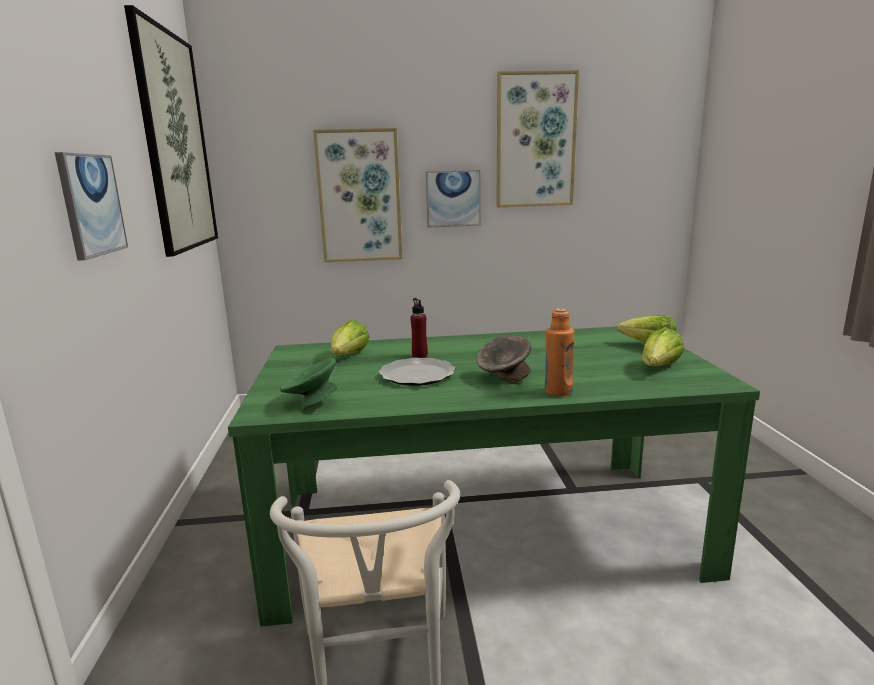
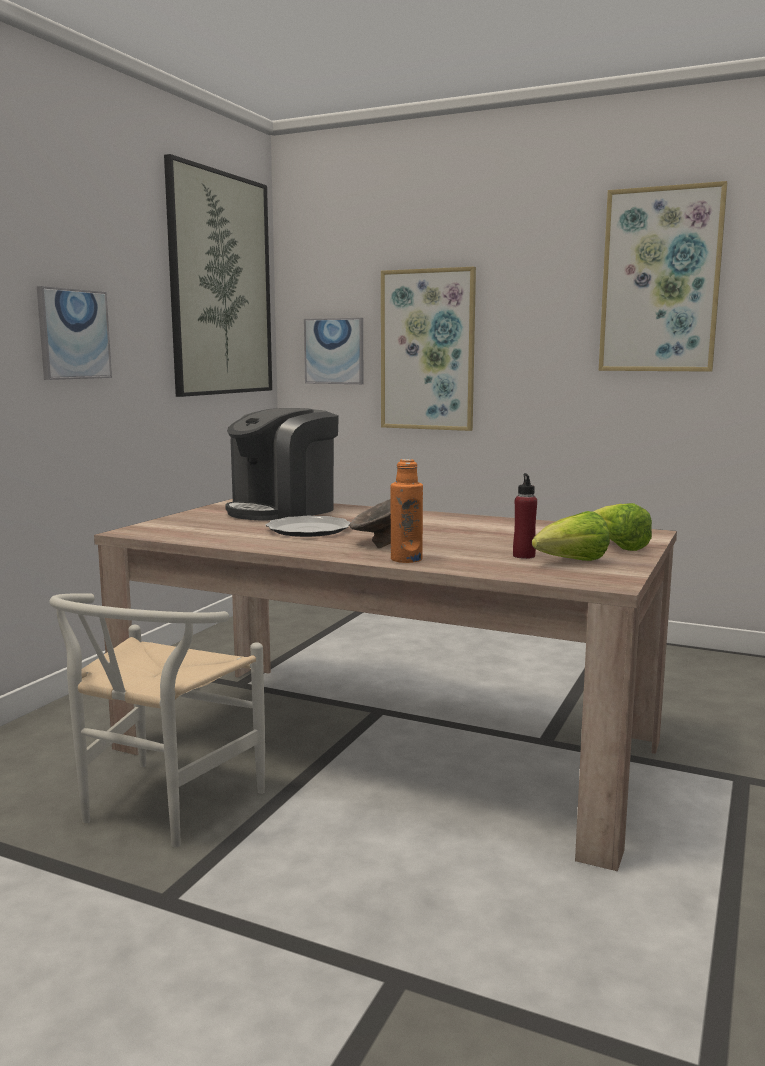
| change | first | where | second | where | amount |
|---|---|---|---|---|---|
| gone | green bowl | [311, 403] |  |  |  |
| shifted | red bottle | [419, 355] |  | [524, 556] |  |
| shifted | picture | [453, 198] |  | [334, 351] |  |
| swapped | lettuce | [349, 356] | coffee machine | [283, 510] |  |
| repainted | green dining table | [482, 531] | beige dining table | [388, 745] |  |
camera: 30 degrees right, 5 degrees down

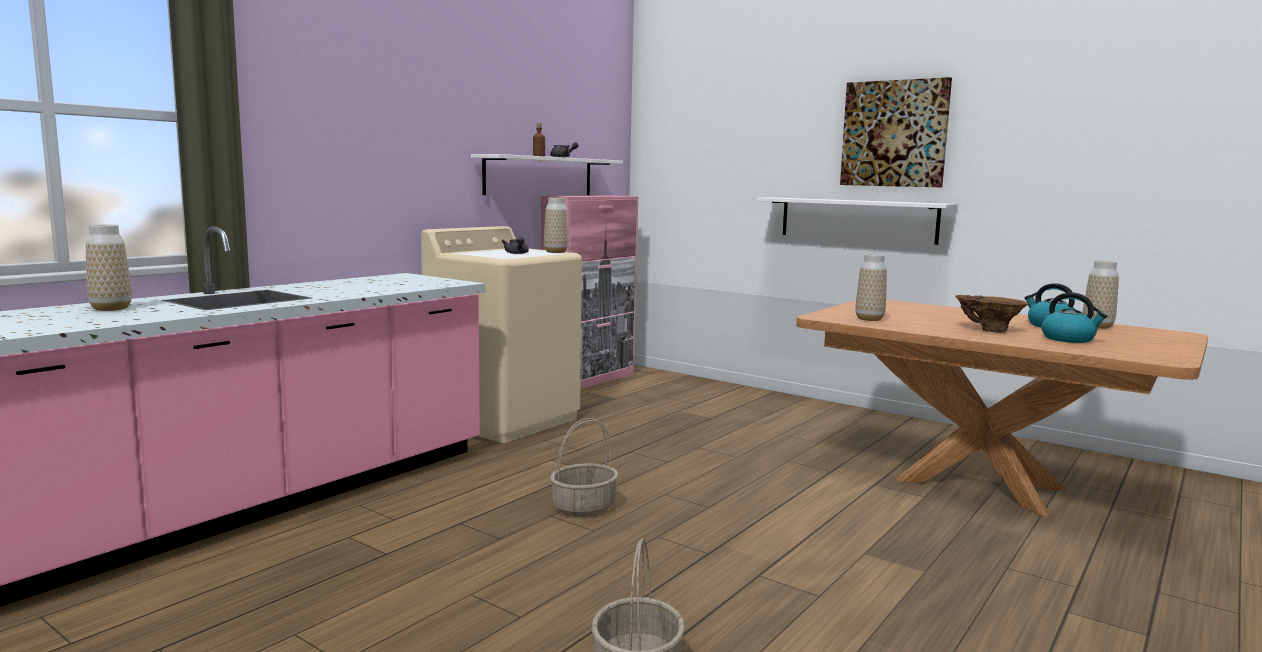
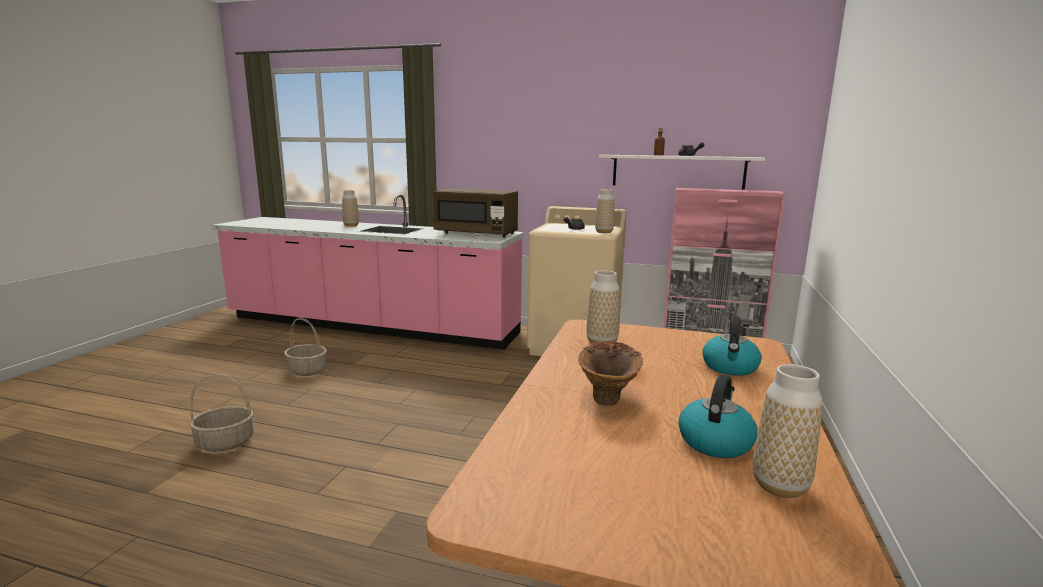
| change | first | where | second | where | amount |
|---|---|---|---|---|---|
| gone | white shelf | [857, 220] |  |  |  |
| gone | picture | [894, 134] |  |  |  |
| new |  |  | brown microwave | [476, 234] |  |
| shifted | basket | [584, 507] |  | [308, 370] |  |
| shifted | kettle | [1069, 339] |  | [730, 367] |  |
camera: 70 degrees right, 5 degrees up

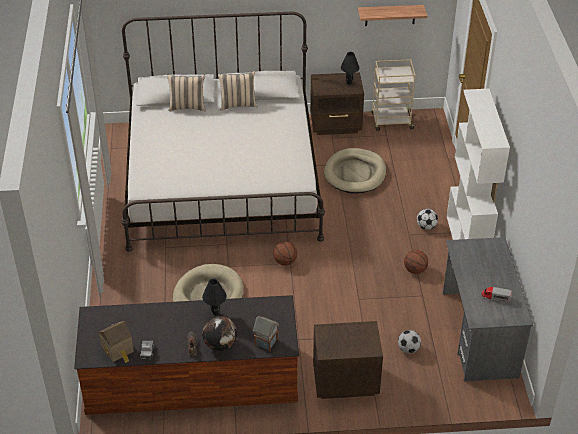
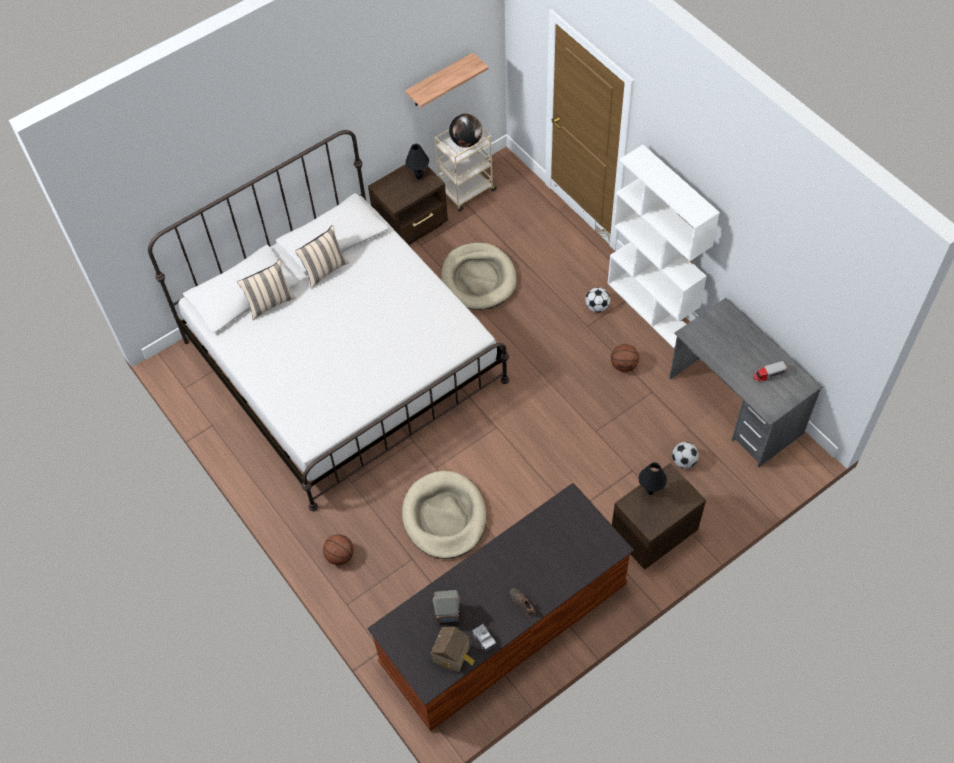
| change | first | where | second | where | amount |
|---|---|---|---|---|---|
| shifted | black table lamp | [215, 313] |  | [650, 491] |  |
| shifted | globe | [220, 344] |  | [466, 142] |  |
| shifted | toy house | [266, 342] |  | [447, 613] |  |
| shifted | basketball | [285, 261] |  | [339, 556] |  |
camera: 30 degrees left, 15 degrees up

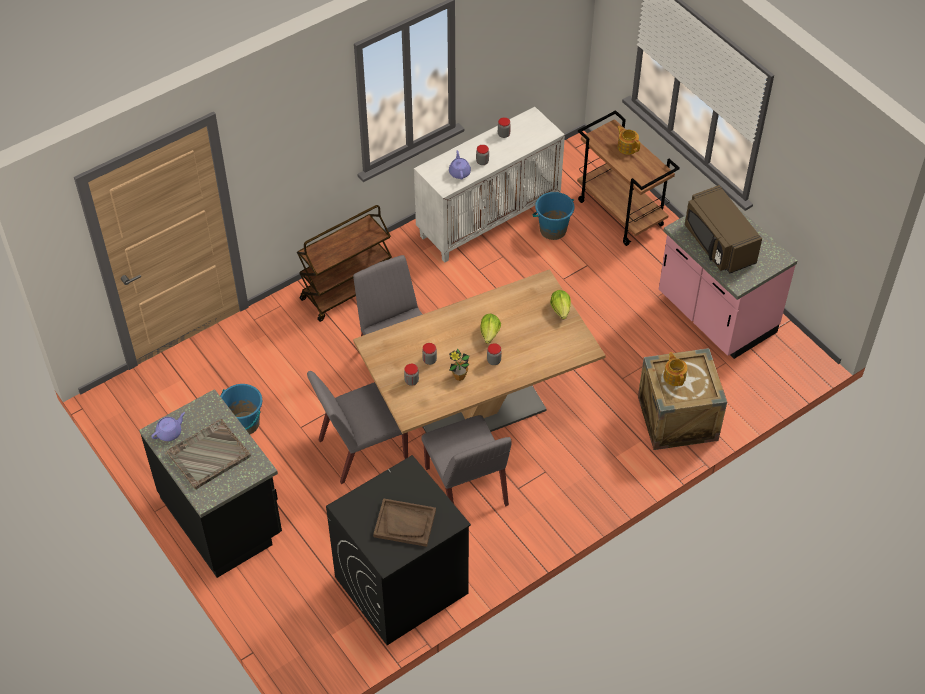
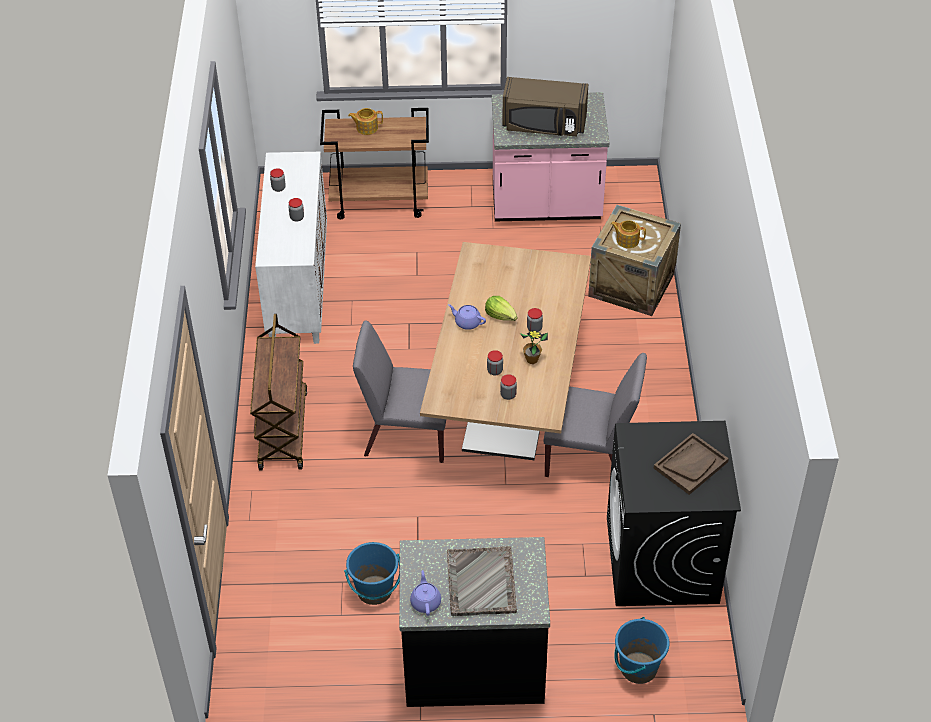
| change | first | where | second | where | amount |
|---|---|---|---|---|---|
| gone | grey chair | [361, 449] |  |  |  |
| gone | lettuce | [561, 309] |  |  |  |
| shifted | purple teapot | [459, 172] |  | [467, 322] |  |
| shifted | blue bucket | [553, 230] |  | [638, 668] |  |
camera: 55 degrees left, 5 degrees down

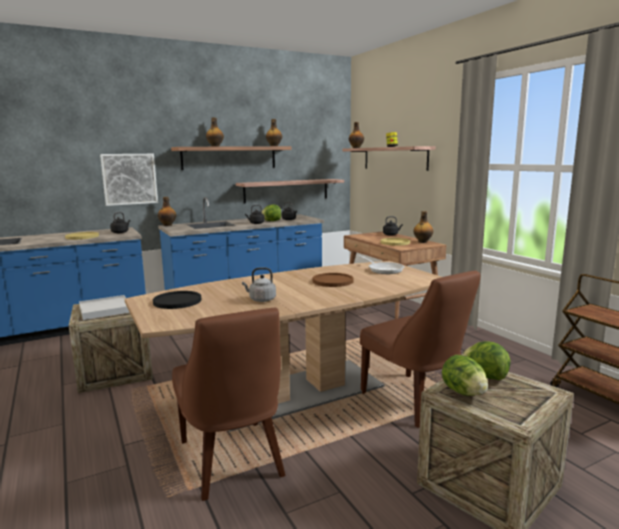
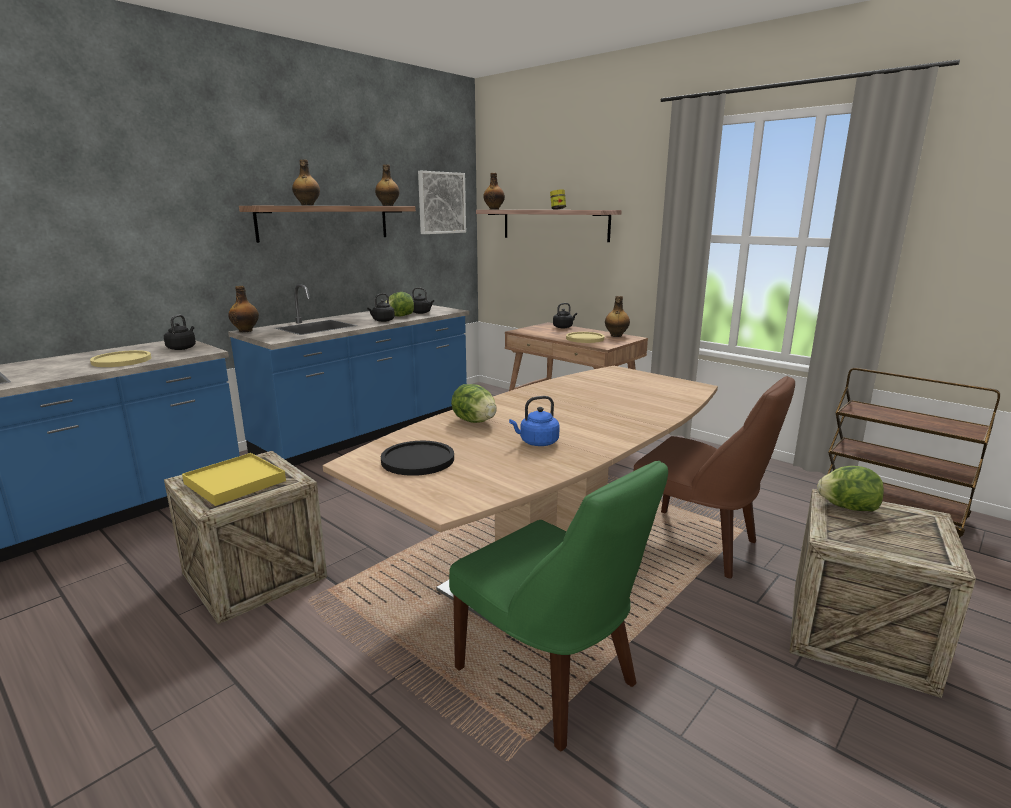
| change | first | where | second | where | amount |
|---|---|---|---|---|---|
| gone | shelf | [286, 190] |  |  |  |
| gone | brown plate | [333, 281] |  |  |  |
| gone | frying pan | [383, 269] |  |  |  |
| shifted | picture | [129, 179] |  | [441, 203] |  |
| shifted | lettuce | [463, 392] |  | [474, 421] |  |
| repainted | white tray | [105, 310] | yellow tray | [235, 482] |  |
| repainted | brown chair | [232, 461] | green chair | [551, 680] |  |
| repainted | grey kettle | [261, 300] | blue kettle | [537, 442] |  |
camera: 20 degrees left, 5 degrees up

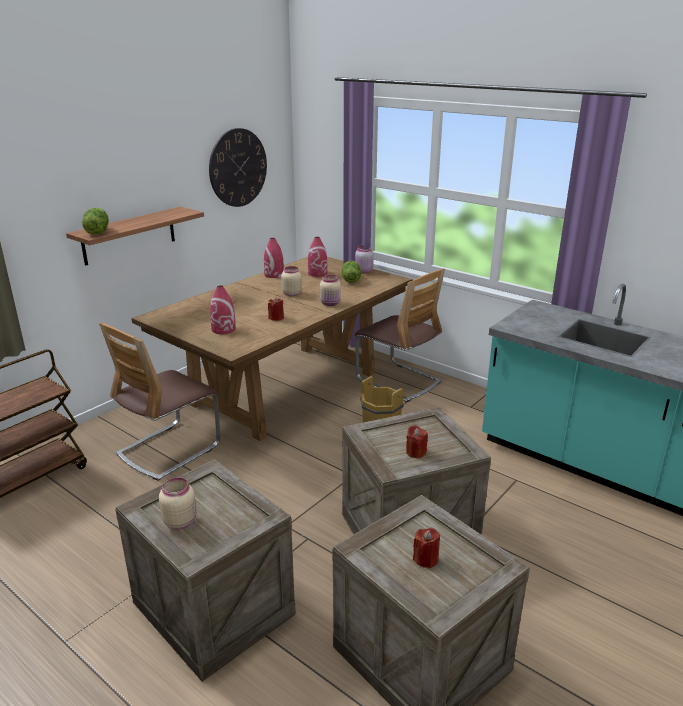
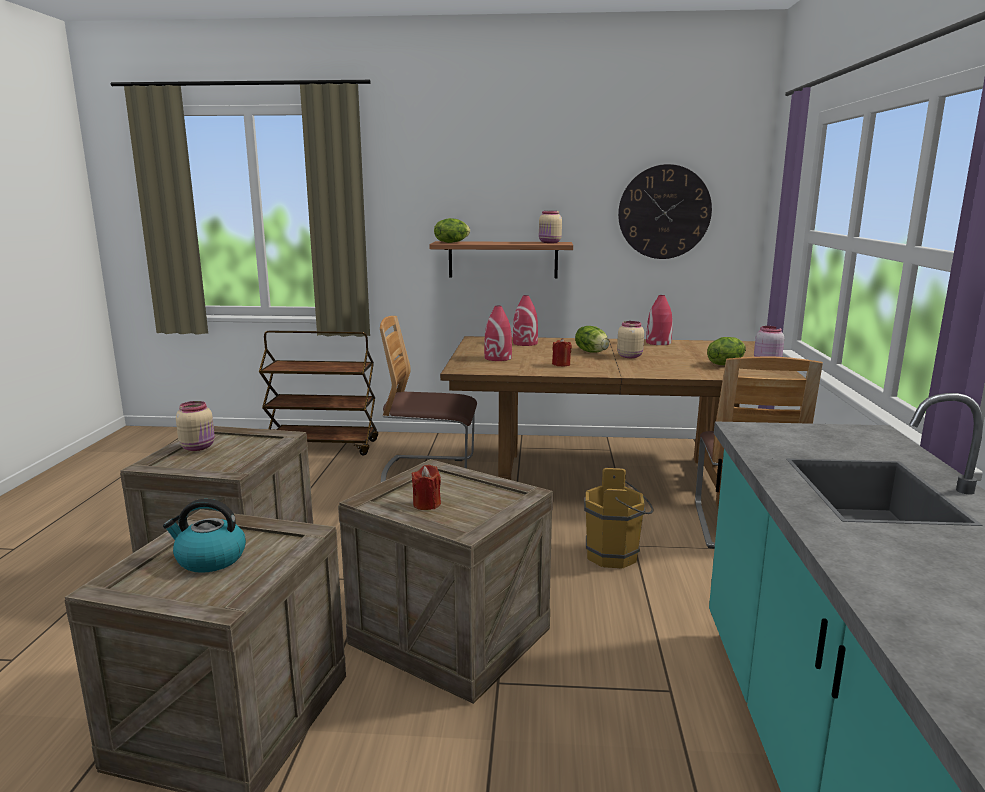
| change | first | where | second | where | amount |
|---|---|---|---|---|---|
| new |  |  | lettuce | [592, 352] |  |
| shifted | red vase | [317, 273] |  | [525, 343] |  |
| shifted | beige jar | [330, 303] |  | [550, 242] |  |
| swapped | red candle | [426, 559] | kettle | [209, 559] |  |
camera: 55 degrees right, 10 degrees down

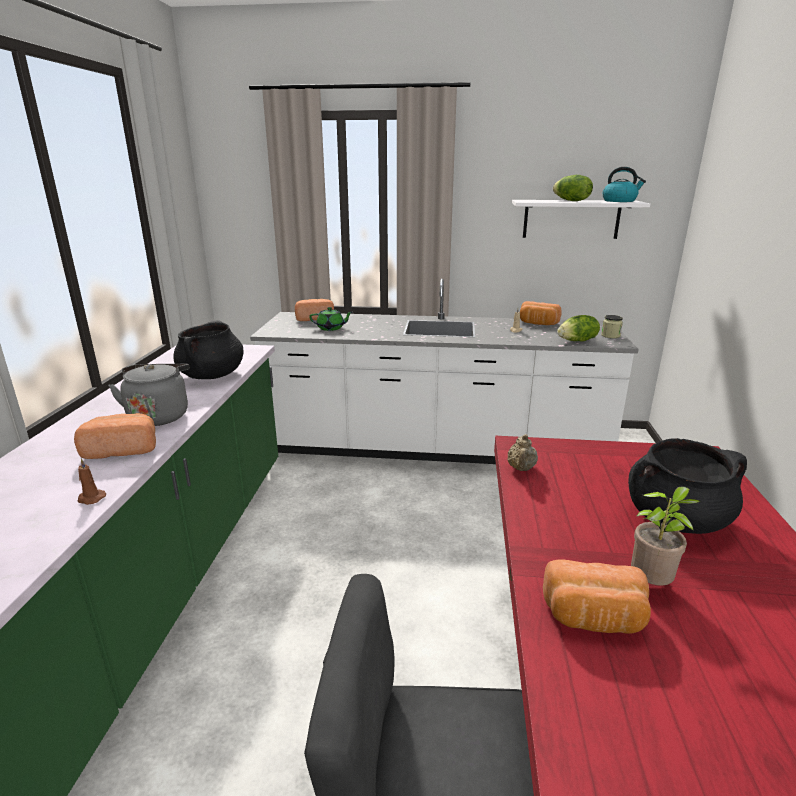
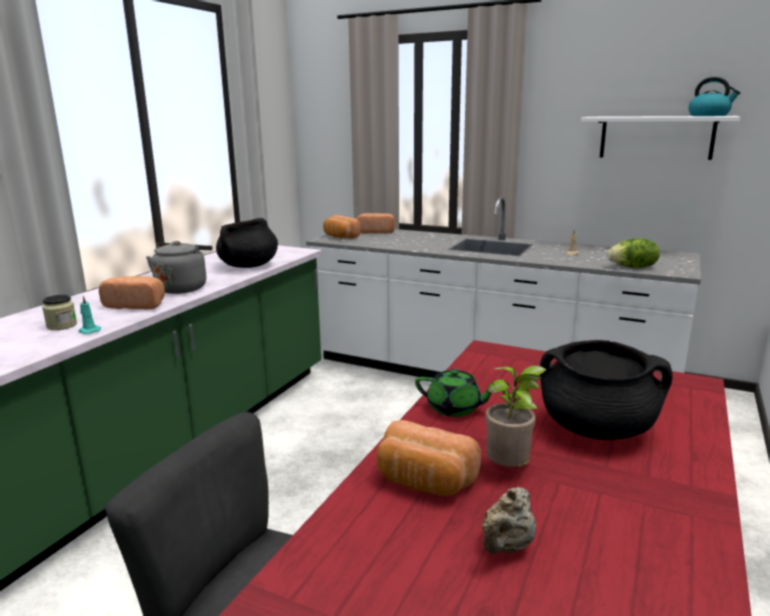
| change | first | where | second | where | amount |
|---|---|---|---|---|---|
| gone | lettuce | [571, 201] |  |  |  |
| shifted | green teapot | [331, 328] |  | [455, 408] |  |
| shifted | beige teapot | [521, 469] |  | [506, 546] |  |
| shifted | bread | [537, 324] |  | [340, 237] |  |
| shifted | jar | [610, 335] |  | [62, 326] |  |
| repainted | brown candle | [90, 498] | turquoise candle | [89, 331] |  |
camera: 20 degrees right, 5 degrees down

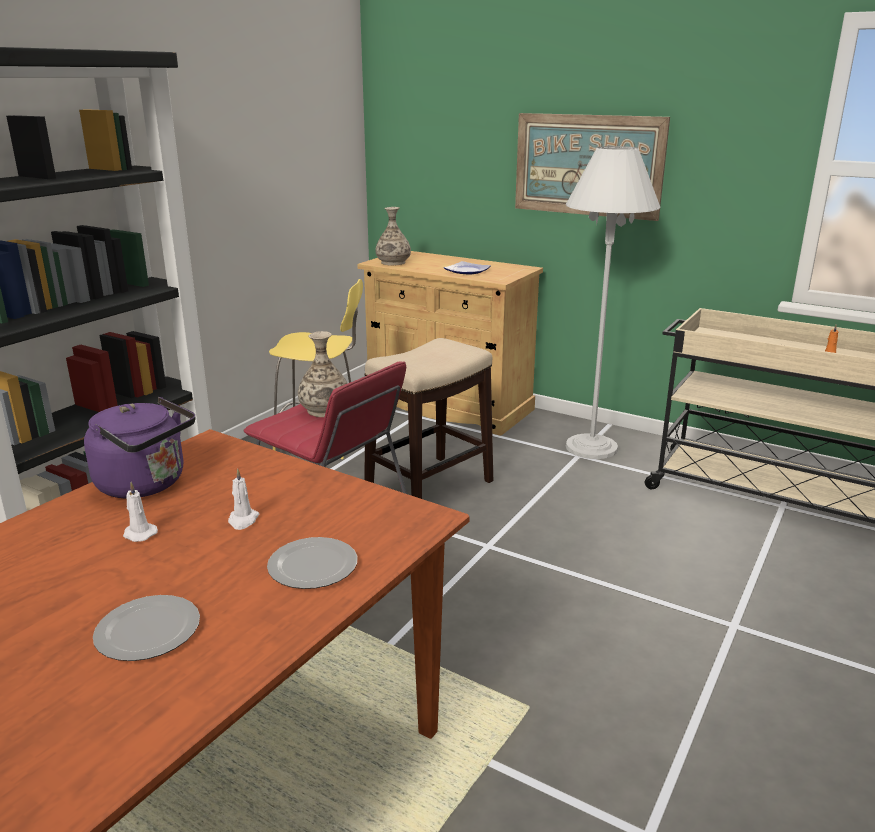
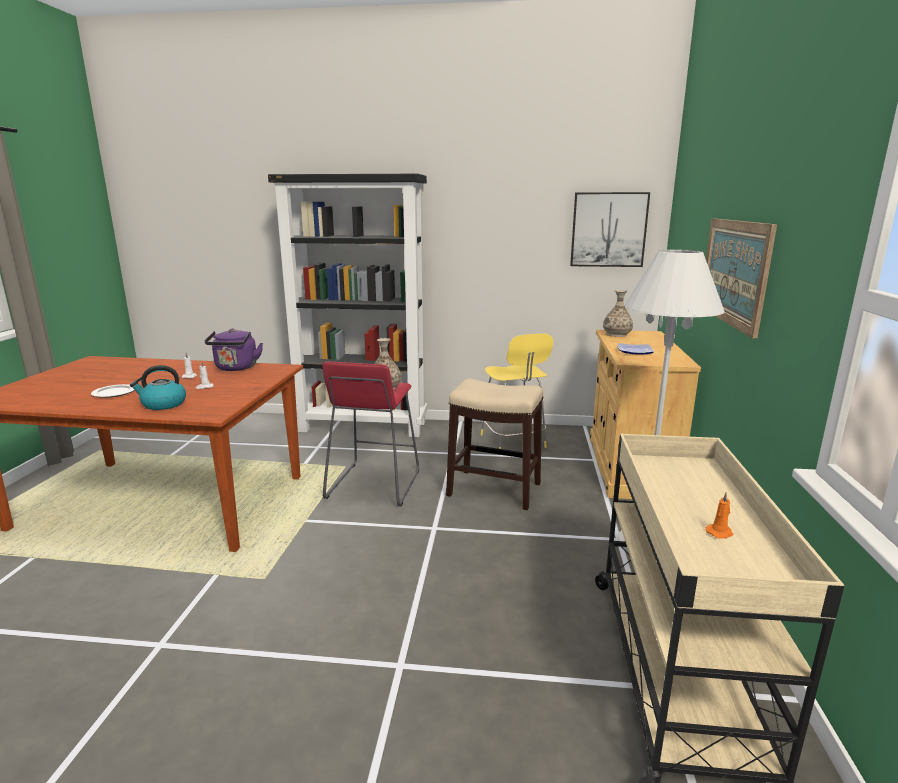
| change | first | where | second | where | amount |
|---|---|---|---|---|---|
| new |  |  | picture | [608, 230] |  |
| swapped | plate | [314, 566] | kettle | [163, 404] |  |
camera: 65 degrees right, 5 degrees down

